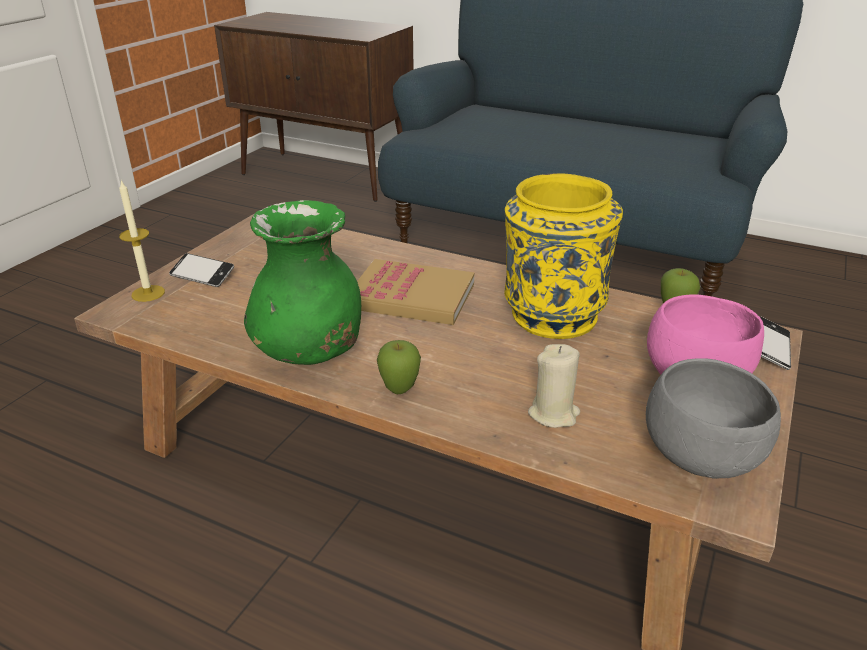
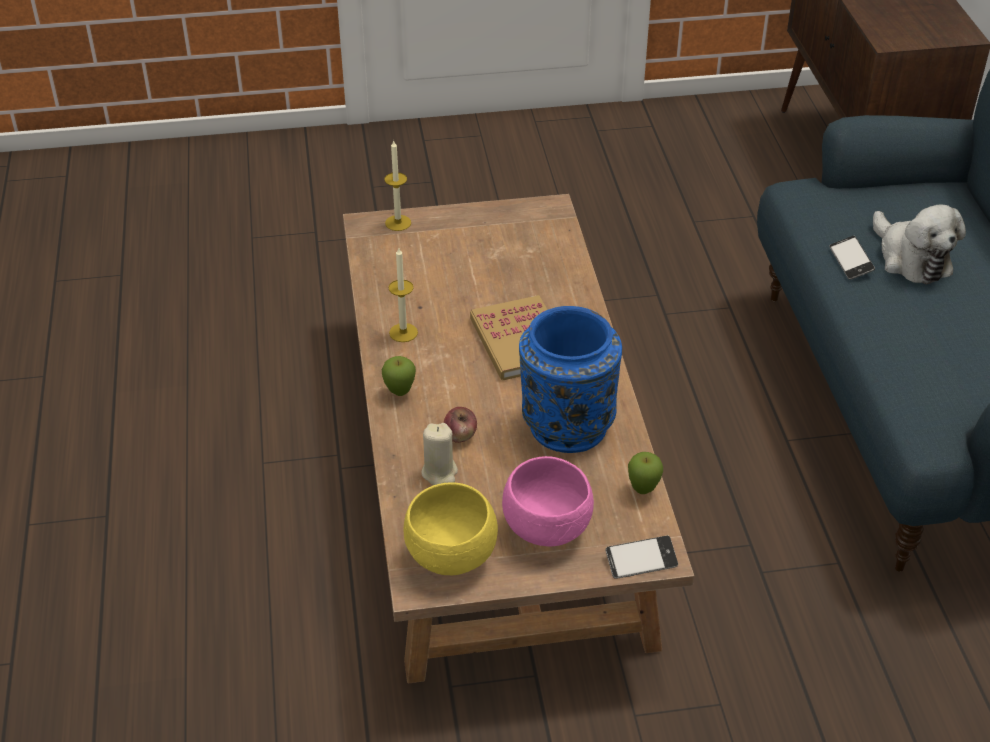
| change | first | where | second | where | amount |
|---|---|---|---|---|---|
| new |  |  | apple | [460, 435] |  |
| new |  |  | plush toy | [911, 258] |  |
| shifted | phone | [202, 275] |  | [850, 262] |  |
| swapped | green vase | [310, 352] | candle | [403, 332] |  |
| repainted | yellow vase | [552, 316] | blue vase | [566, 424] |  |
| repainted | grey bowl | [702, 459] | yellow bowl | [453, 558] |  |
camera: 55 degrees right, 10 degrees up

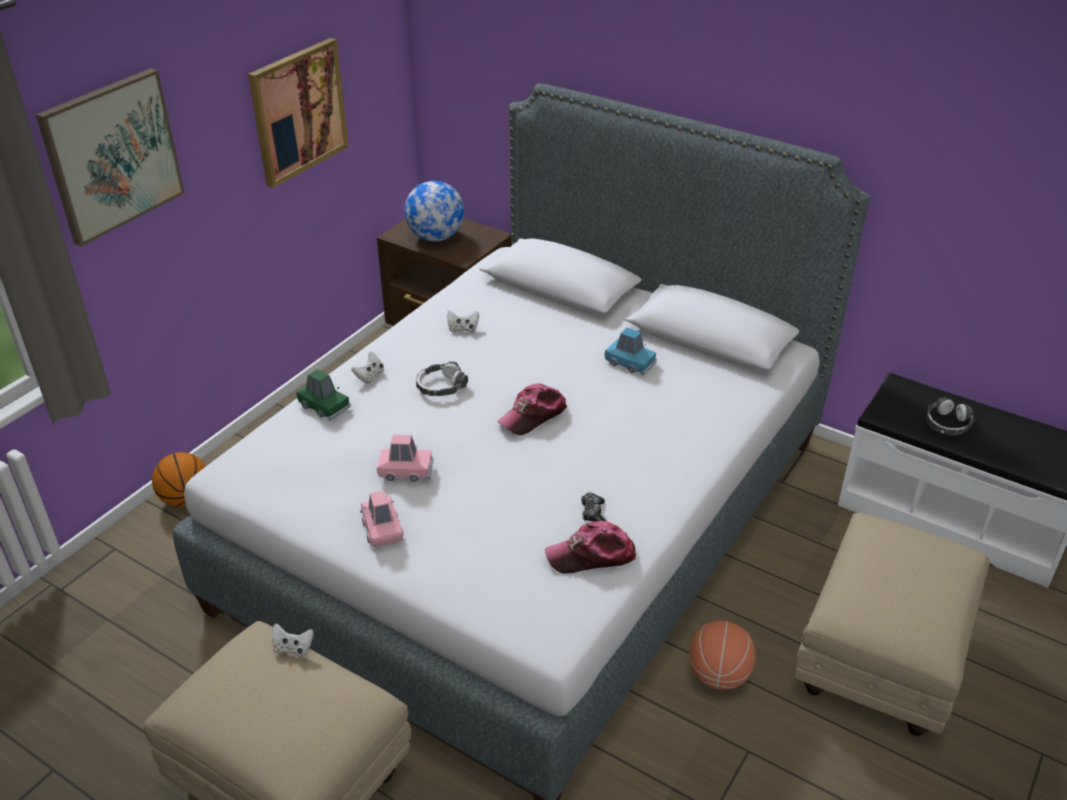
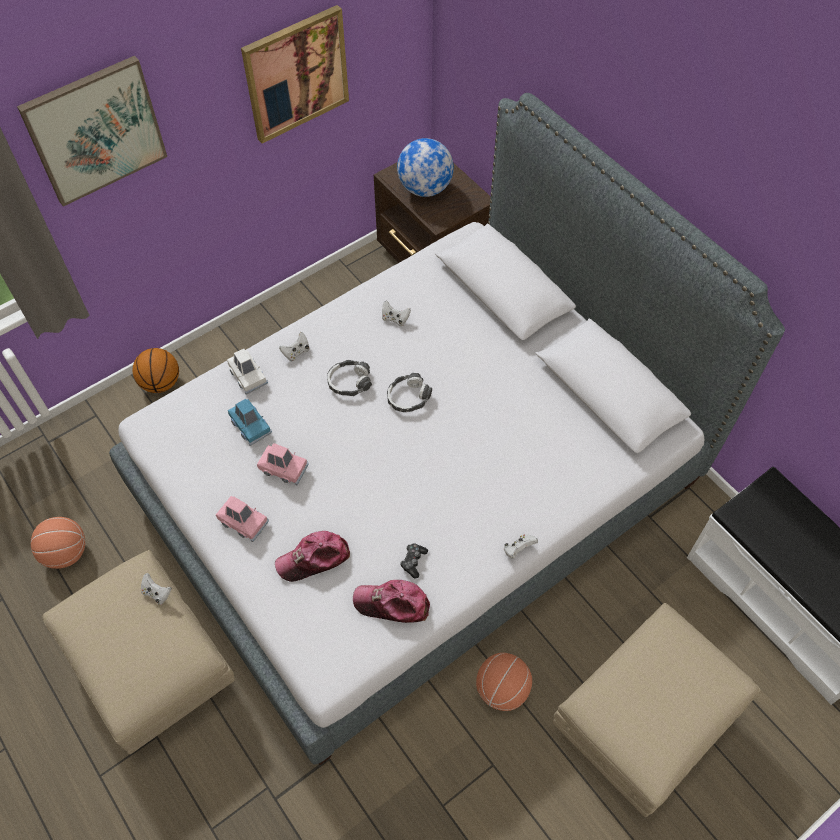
| change | first | where | second | where | amount |
|---|---|---|---|---|---|
| new |  |  | basketball | [66, 552] |  |
| new |  |  | white game controller | [518, 549] |  |
| shifted | cap | [533, 415] |  | [314, 559] |  |
| shifted | blue toy car | [630, 363] |  | [250, 426] |  |
| shifted | headphones | [947, 424] |  | [408, 397] |  |
| repainted | green toy car | [324, 406] | white toy car | [248, 376] |  |
| rotated | pink toy car | [382, 528] |  | [243, 521] | 120 degrees clockwise |
camera: 20 degrees right, 20 degrees up

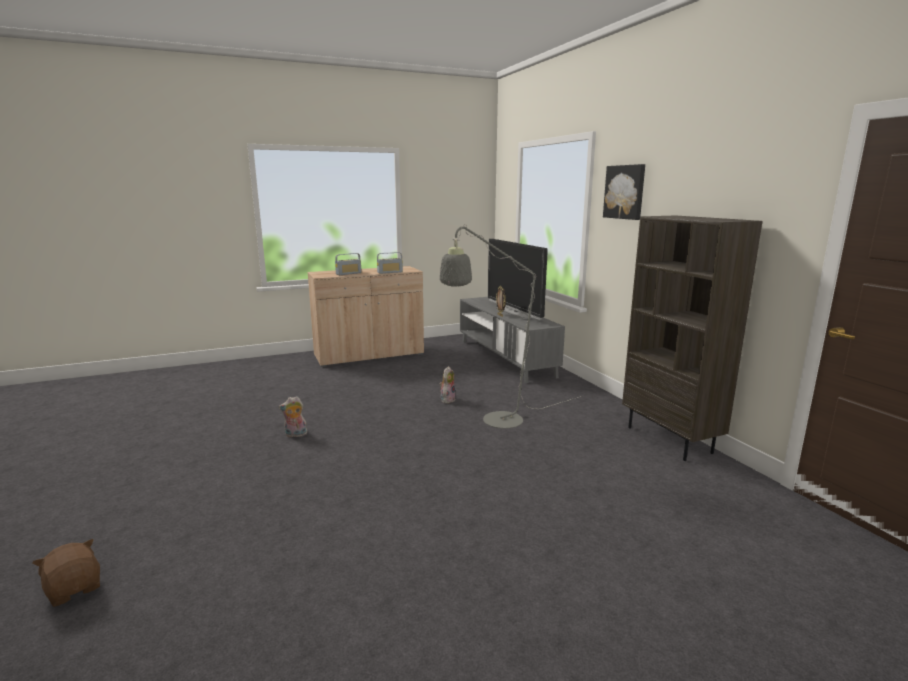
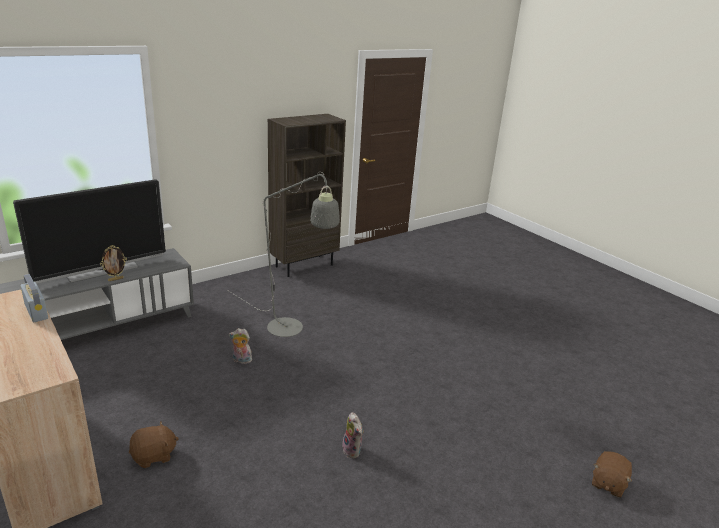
| change | first | where | second | where | amount |
|---|---|---|---|---|---|
| gone | radio | [348, 273] |  |  |  |
| gone | picture | [625, 192] |  |  |  |
| new |  |  | brown plush toy | [154, 456] |  |
camera: 105 degrees left, 10 degrees up

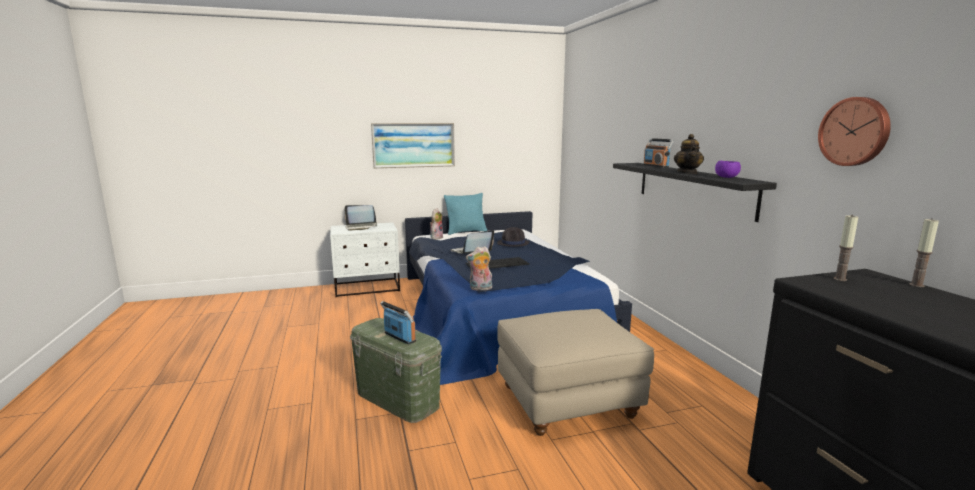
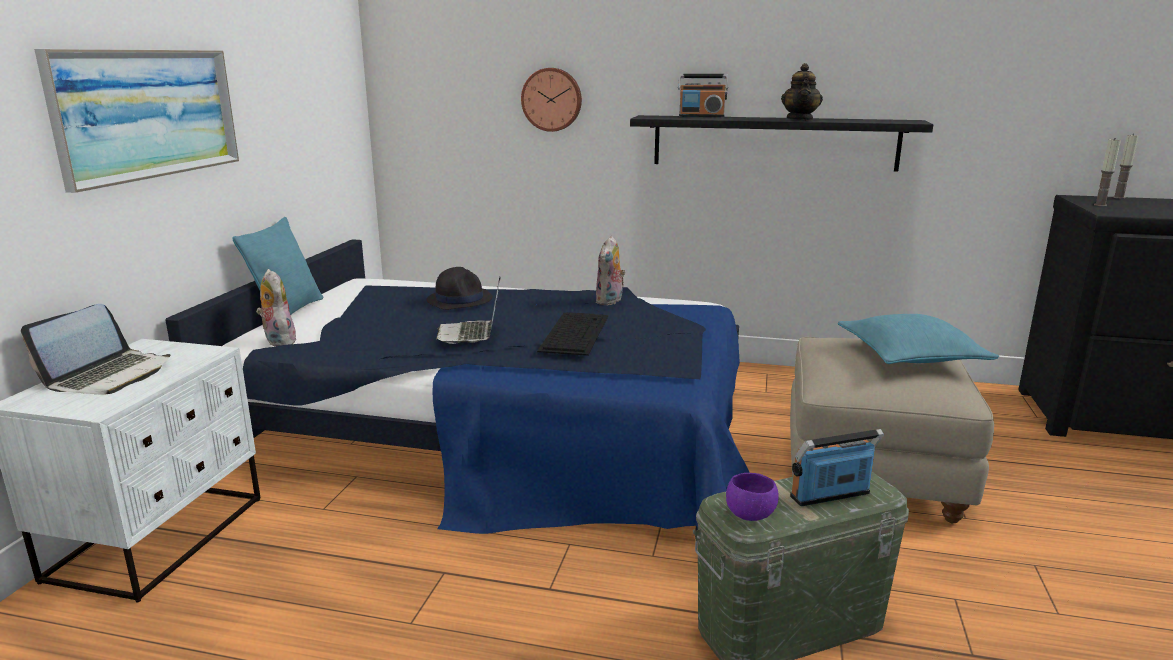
| change | first | where | second | where | amount |
|---|---|---|---|---|---|
| new |  |  | turquoise pillow | [910, 356] |  |
| shifted | plush toy | [480, 289] |  | [610, 301] |  |
| shifted | purple bowl | [726, 177] |  | [750, 514] |  |
| shifted | wall clock | [855, 131] |  | [552, 99] |  |
| rotated | teapot | [687, 172] |  | [800, 119] | 60 degrees clockwise |
camera: 60 degrees left, 5 degrees up

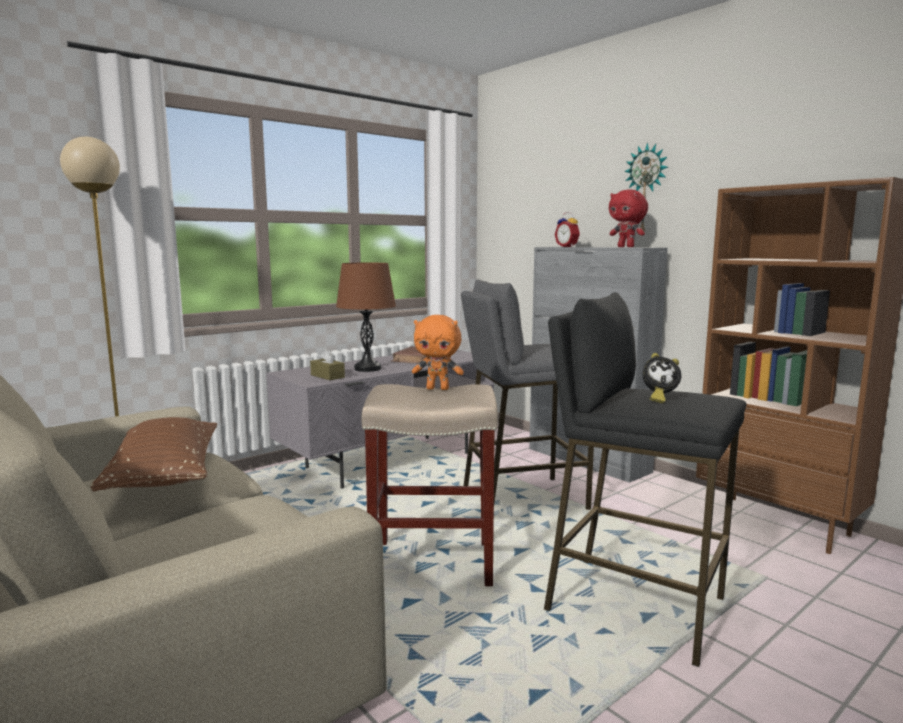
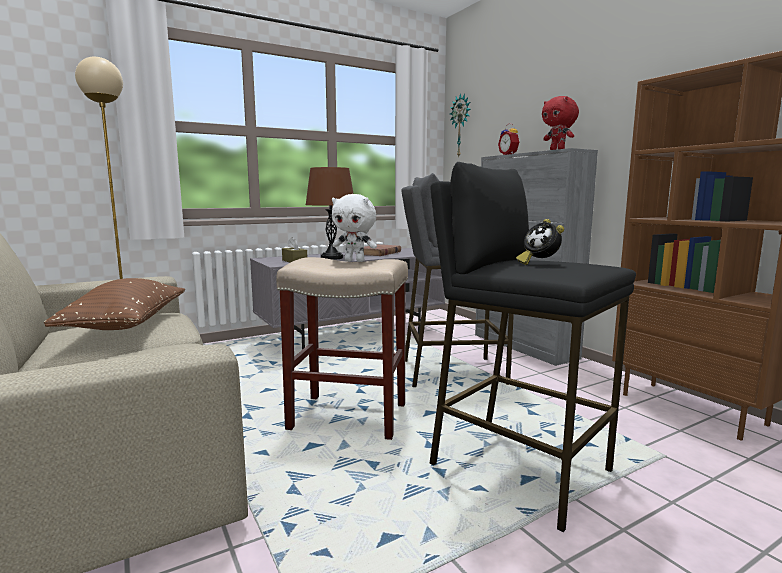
| change | first | where | second | where | amount |
|---|---|---|---|---|---|
| shifted | wall clock | [646, 190] |  | [461, 126] |  |
| repainted | orange plush toy | [438, 388] | white plush toy | [355, 261] |  |
| rotated | alarm clock | [658, 398] |  | [539, 264] | 45 degrees clockwise |
camera: 10 degrees right, 0 degrees up

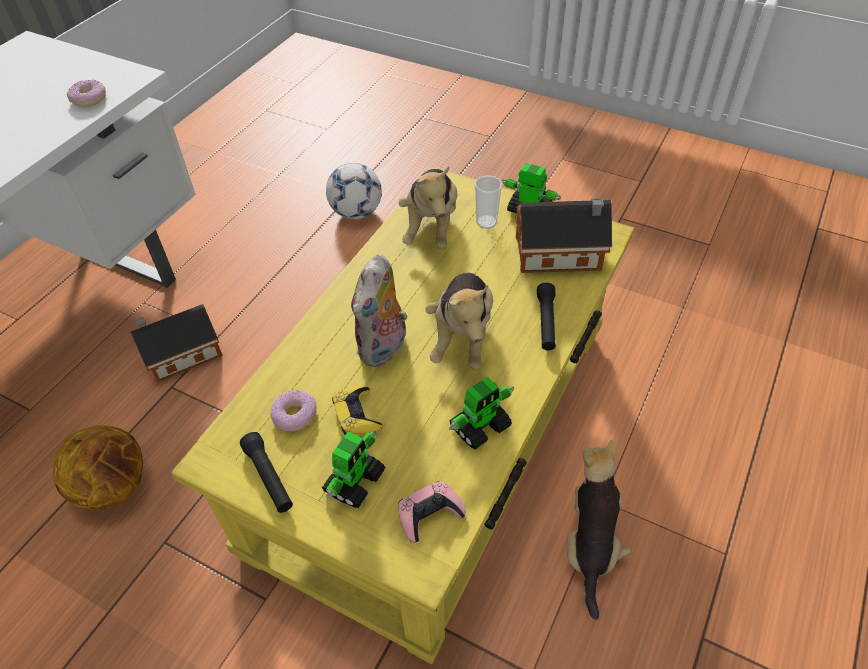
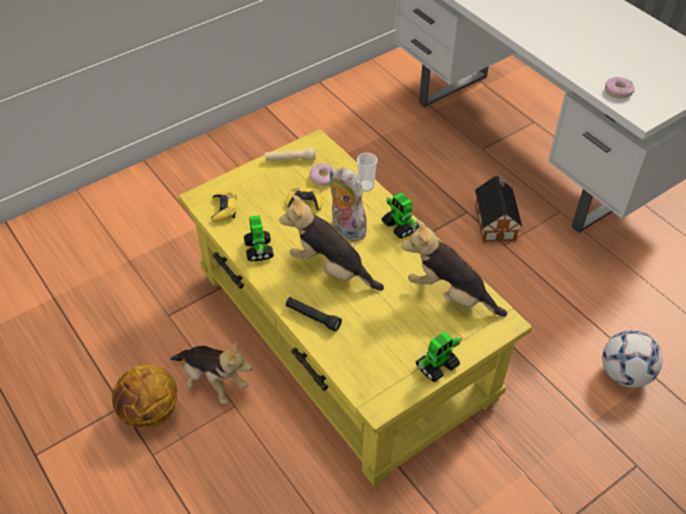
| change | first | where | second | where | amount |
|---|---|---|---|---|---|
| gone | toy house | [561, 253] |  |  |  |
| shifted | basketball | [115, 486] |  | [150, 413] |  |
| shifted | toy robot | [355, 481] |  | [400, 227] |  |
| shifted | cup | [486, 222] |  | [366, 186] |  |
| repainted | black flashlight | [269, 477] | beige flashlight | [290, 159] |  |
| repainted | pink game controller | [429, 514] | yellow game controller | [224, 209] |  |
camera: 115 degrees right, 0 degrees up

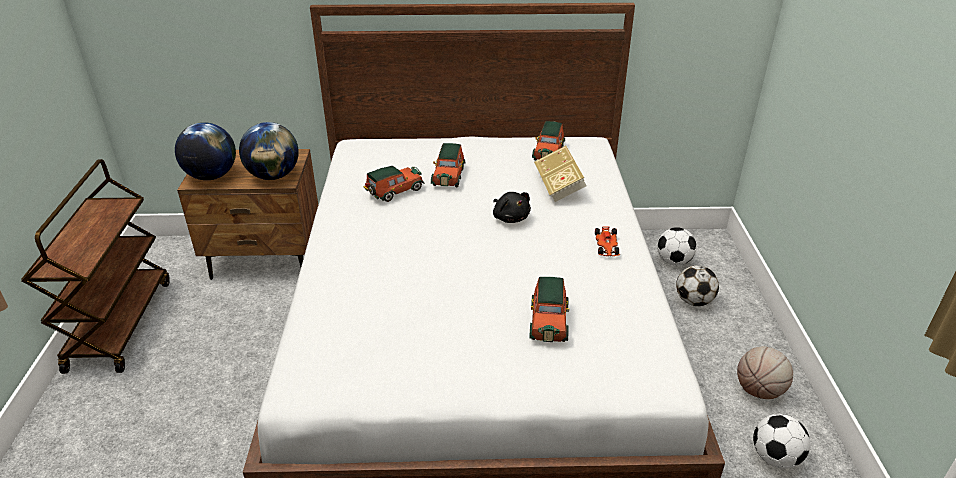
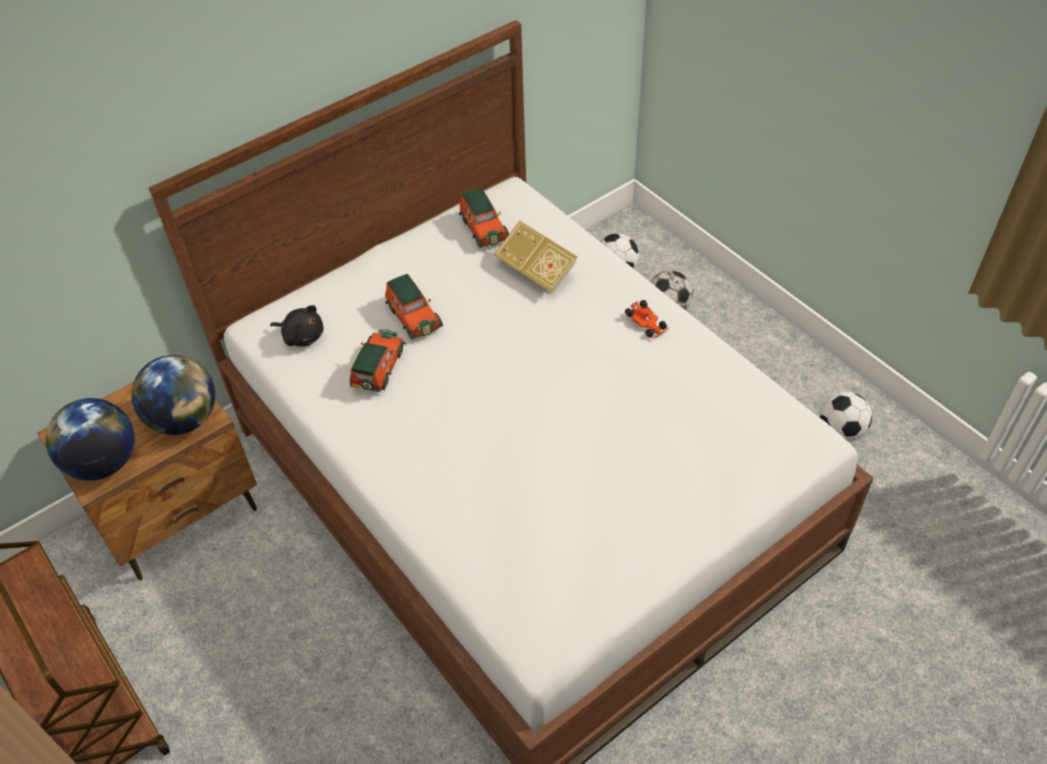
| change | first | where | second | where | amount |
|---|---|---|---|---|---|
| gone | toy car | [548, 321] |  |  |  |
| gone | basketball | [759, 390] |  |  |  |
| shifted | black plush toy | [510, 217] |  | [302, 336] |  |
camera: 35 degrees left, 15 degrees up

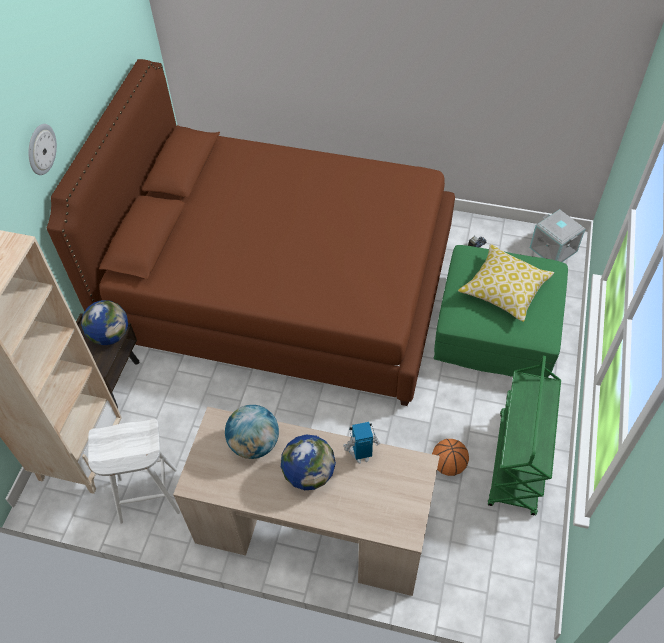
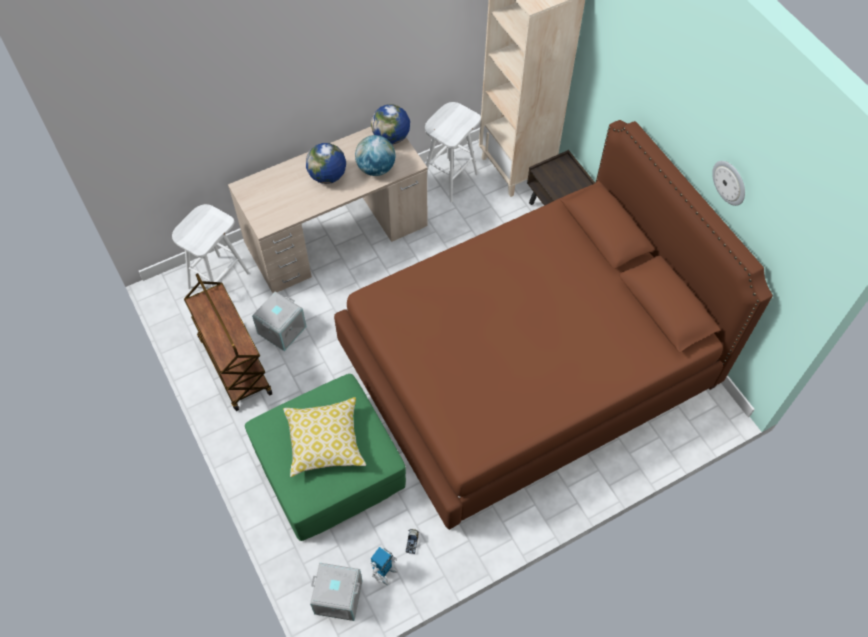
| change | first | where | second | where | amount |
|---|---|---|---|---|---|
| new |  |  | white stool | [218, 279] |  |
| shifted | wall clock | [41, 149] |  | [730, 182] |  |
| shifted | globe | [110, 335] |  | [391, 137] |  |
| shifted | toy robot | [361, 455] |  | [384, 572] |  |
| swapped | basketball | [448, 465] | grey storage box | [281, 329] |  |
| repainted | green cart | [517, 463] | brown cart | [234, 365] |  |
camera: 135 degrees right, 5 degrees up

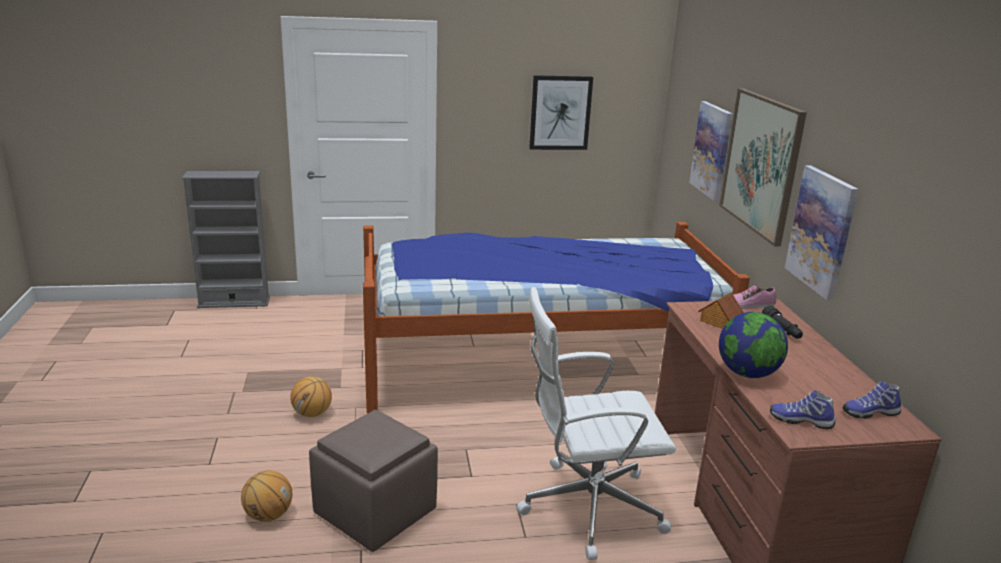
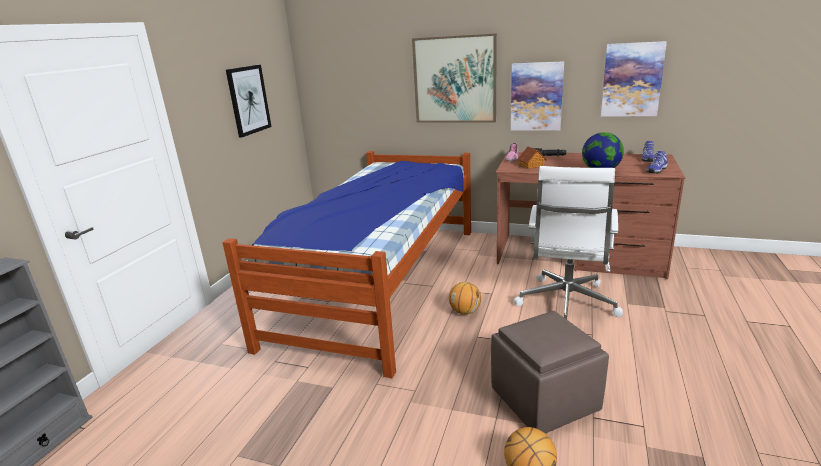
| change | first | where | second | where | amount |
|---|---|---|---|---|---|
| shifted | basketball | [312, 413] |  | [465, 311] |  |
| shifted | picture | [712, 150] |  | [632, 80] |  |
camera: 60 degrees left, 0 degrees up

